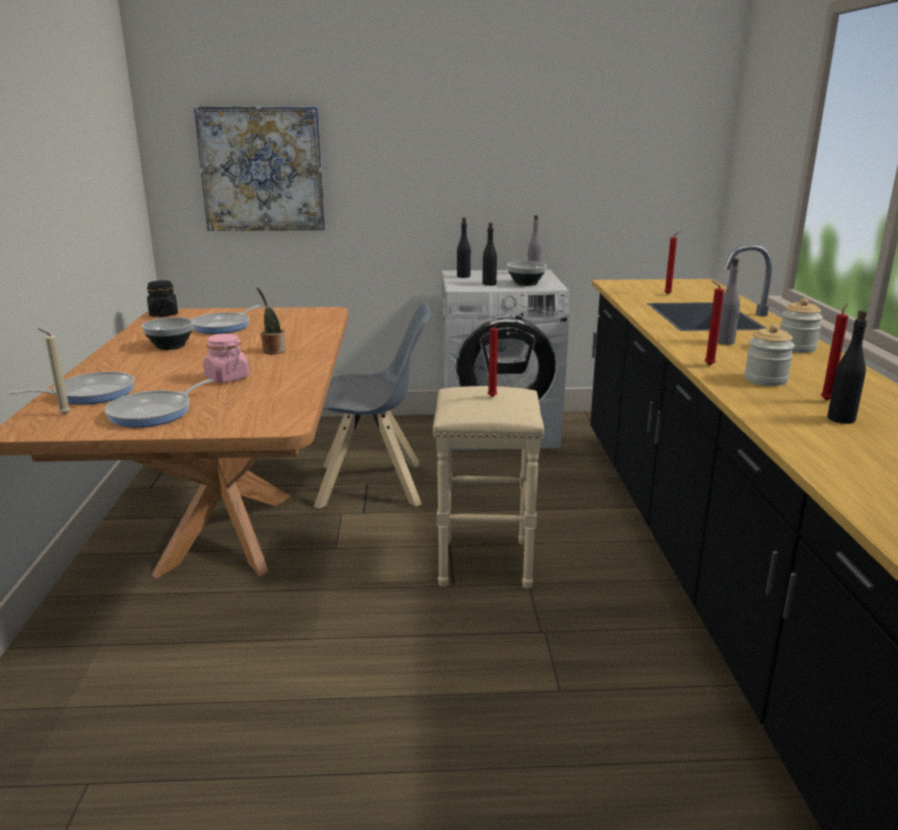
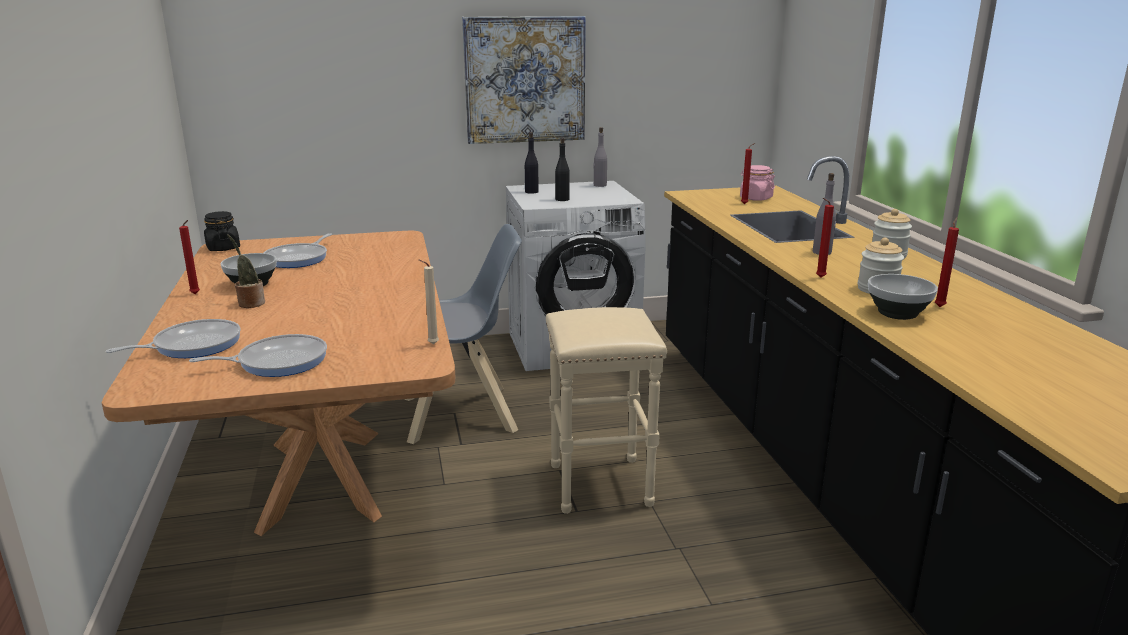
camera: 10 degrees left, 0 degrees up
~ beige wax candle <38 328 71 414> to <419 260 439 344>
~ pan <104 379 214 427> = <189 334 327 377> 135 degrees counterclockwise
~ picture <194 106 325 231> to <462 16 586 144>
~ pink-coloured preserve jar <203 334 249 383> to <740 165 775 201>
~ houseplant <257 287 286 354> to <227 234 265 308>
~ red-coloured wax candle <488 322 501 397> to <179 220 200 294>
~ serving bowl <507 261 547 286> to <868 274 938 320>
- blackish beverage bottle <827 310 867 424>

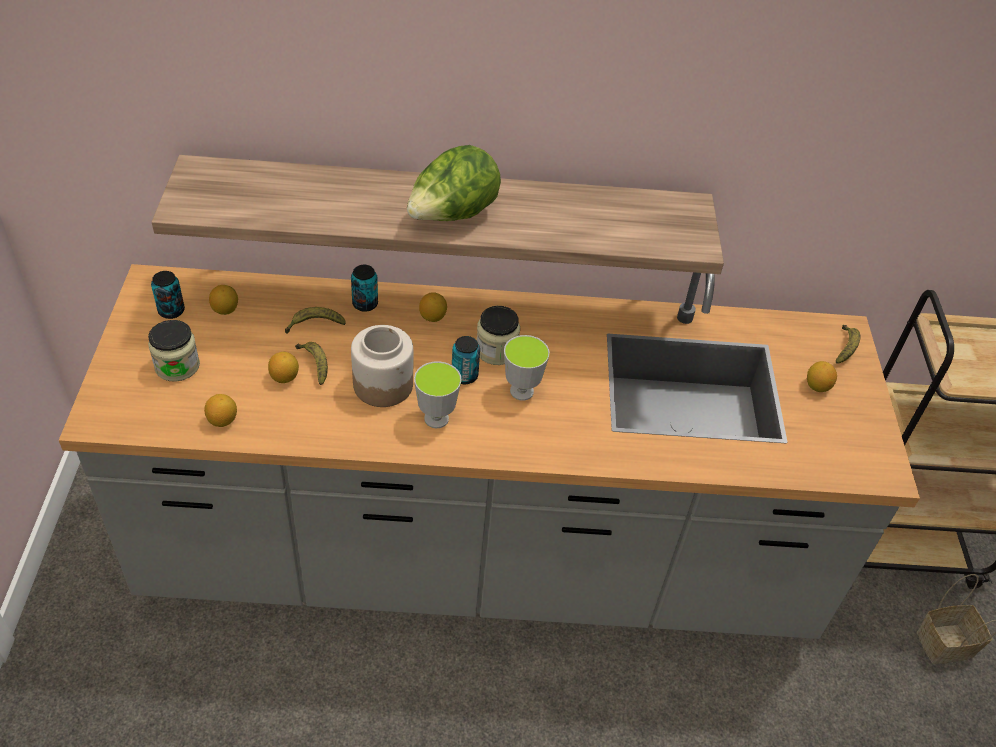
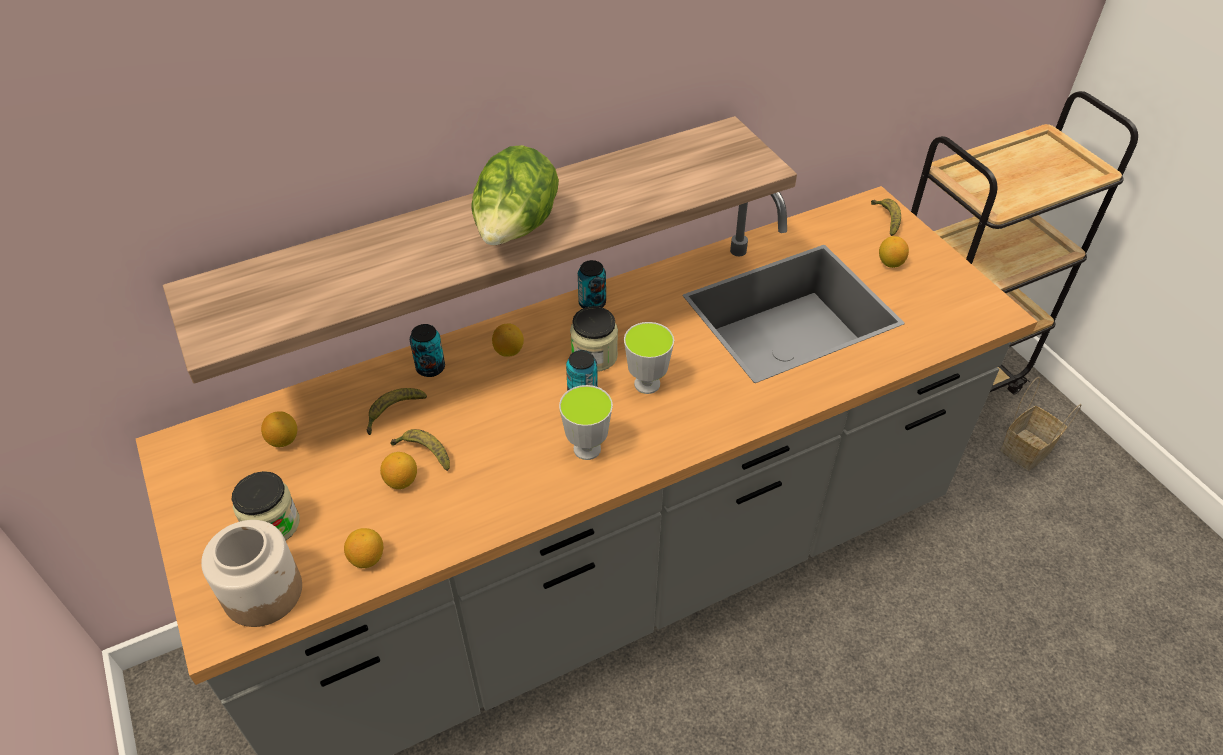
camera: 25 degrees left, 0 degrees up
~ can <151 271 185 319> to <578 260 606 308>
~ preserve jar <351 325 413 407> to <201 520 302 627>

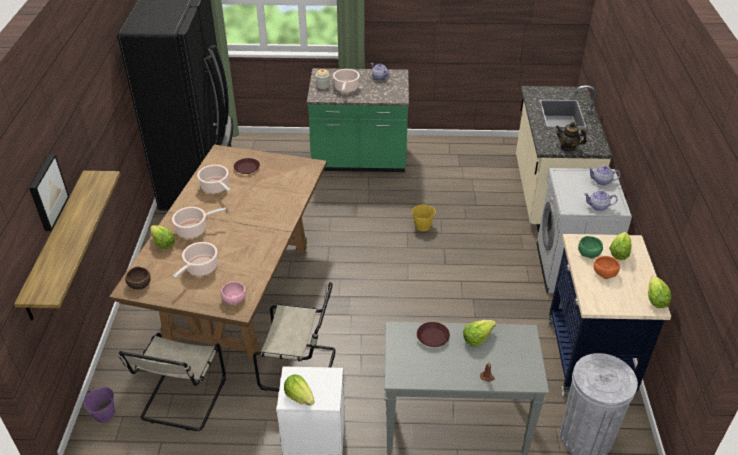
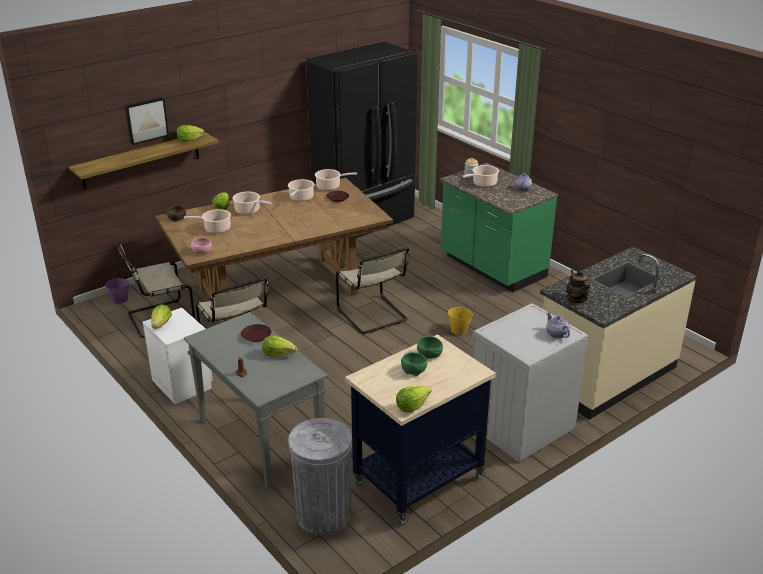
camera: 50 degrees right, 10 degrees down
- pot for tea <584 190 618 211>
~ orangey serving bowl <594 256 620 279> to green-coloured serving bowl <401 352 427 376>
~ lettuce head <609 232 632 260> to <177 125 204 142>
+ stockpot <315 169 357 191>
+ beige plain chair <336 248 410 334>

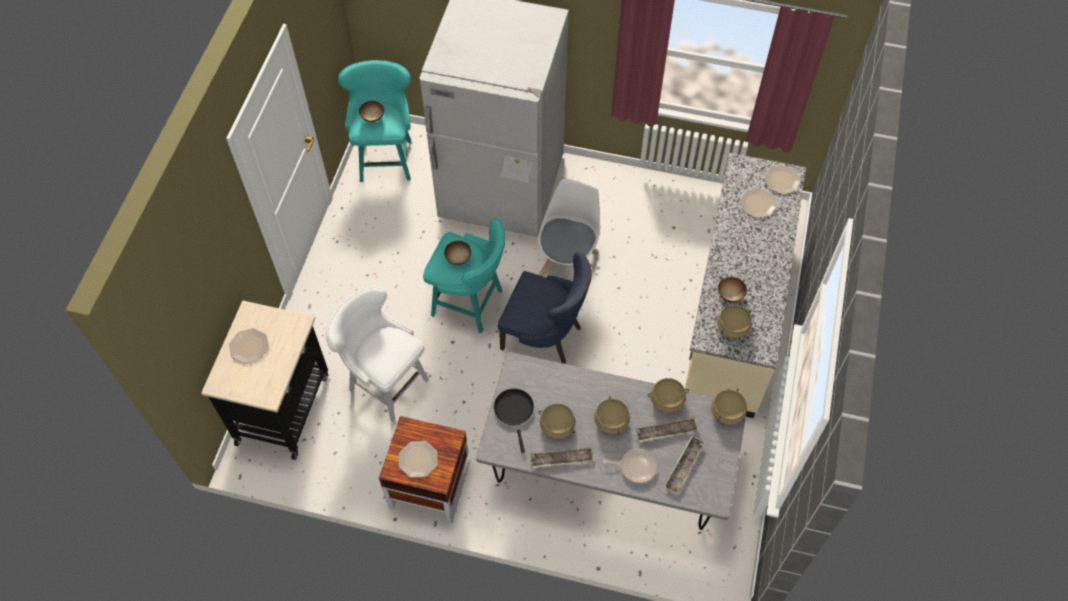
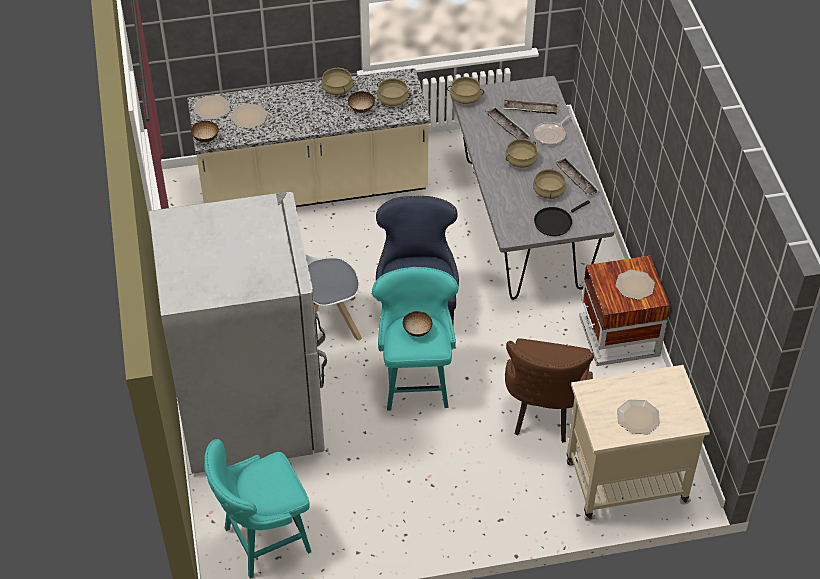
camera: 115 degrees left, 10 degrees down
~ blackish cart <201 300 329 460> to beige cart <567 365 710 521>
~ white-coloured stool <326 286 429 421> to brown-coloured plain chair <505 338 594 443>
~ serving bowl <359 101 384 122> to <191 121 218 143>
~ pan <602 449 657 483> = <534 115 570 145> 120 degrees counterclockwise
~ beige stockpot <648 378 689 413> to <321 68 353 95>

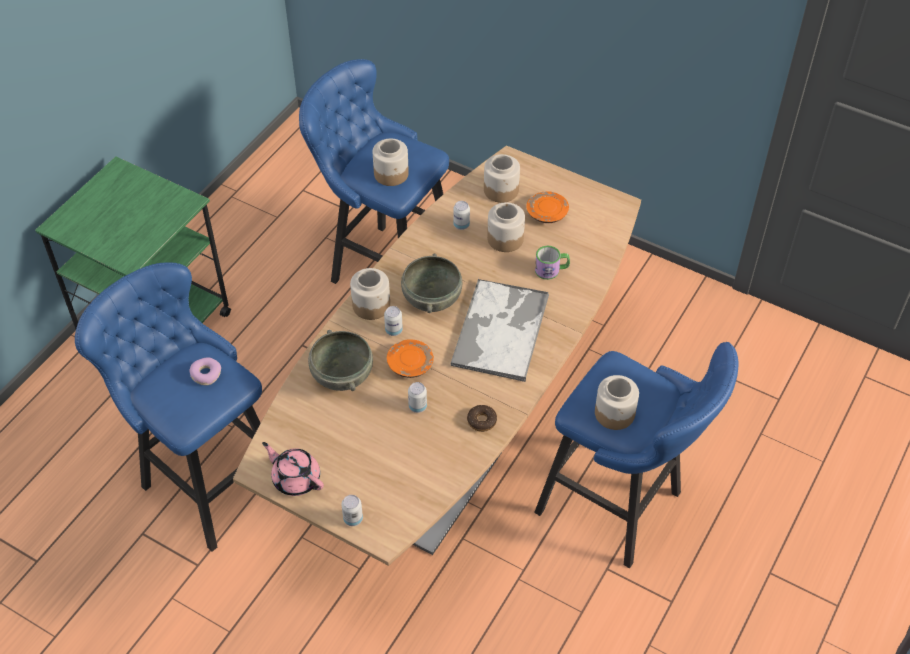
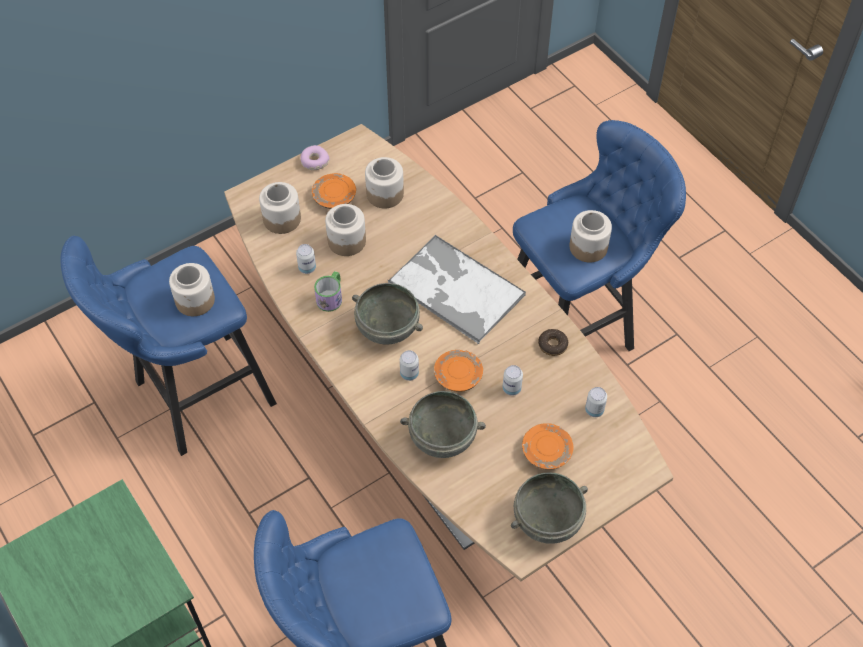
camera: 65 degrees left, 5 degrees up
~ donut <189 357 221 385> to <301 145 330 170>
~ pink-coloured pot for tea <262 442 324 496> to greyish serving bowl <511 472 588 544>
~ can <341 495 363 526> to <585 387 607 417>
~ preserve jar <350 268 390 320> to <365 157 404 208>
~ mug <535 246 570 280> to <314 271 342 312>
+ orangey plate <522 423 574 470>

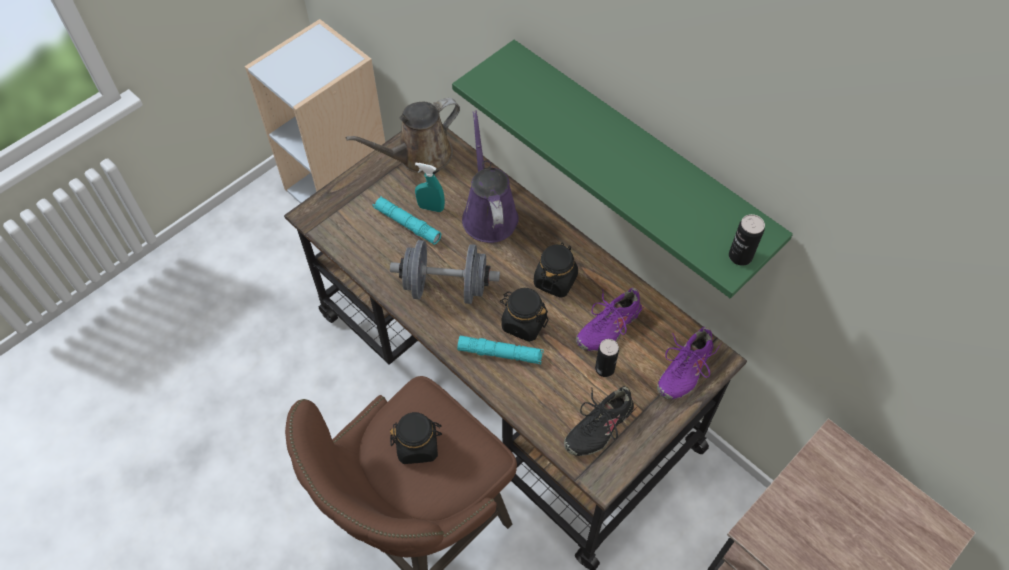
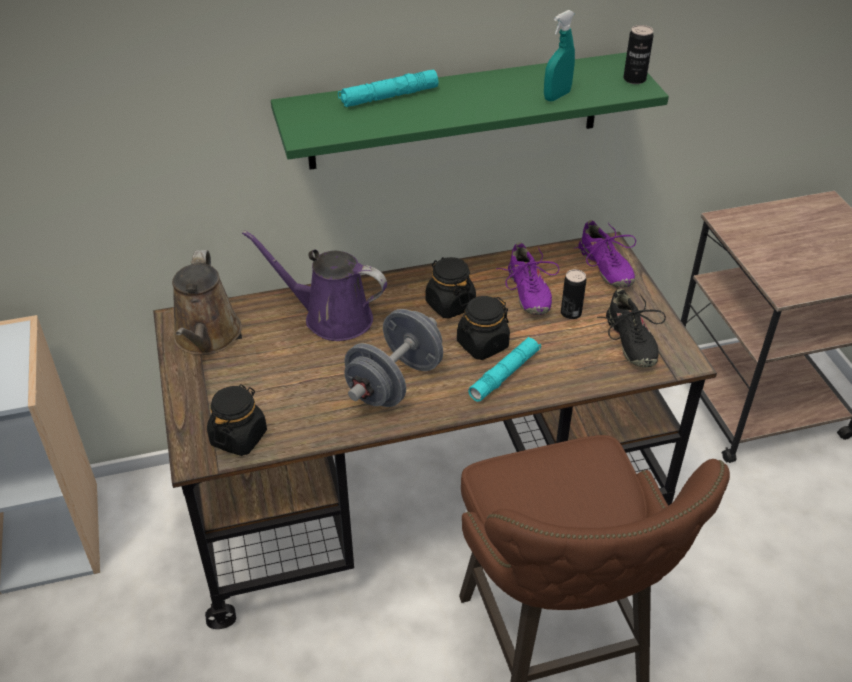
camera: 60 degrees left, 15 degrees down
~ turquoise-coloured flashlight <372 196 442 244> to <338 70 439 107>
~ blackish preserve jar <390 412 442 464> to <207 384 267 456>
~ turquoise-coloured spray bottle <415 163 445 212> to <544 10 575 102>

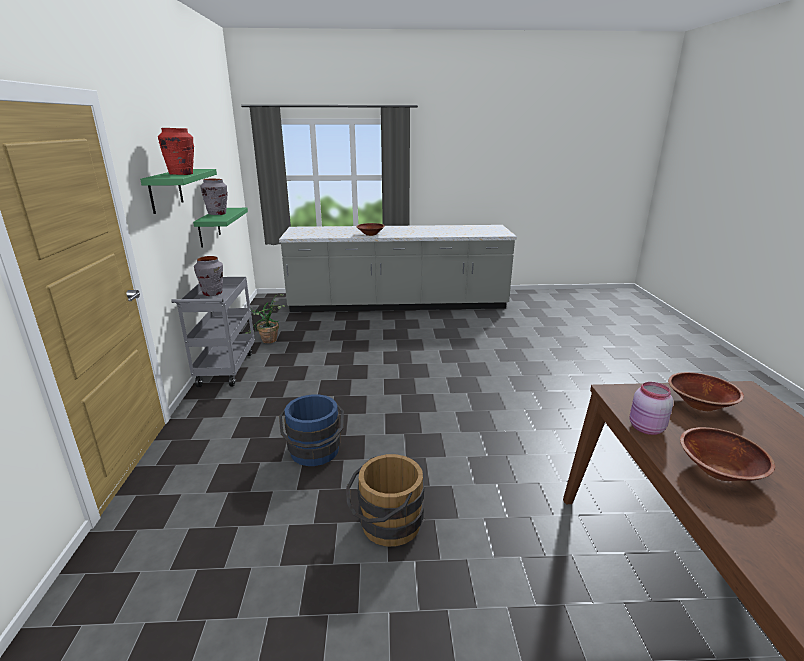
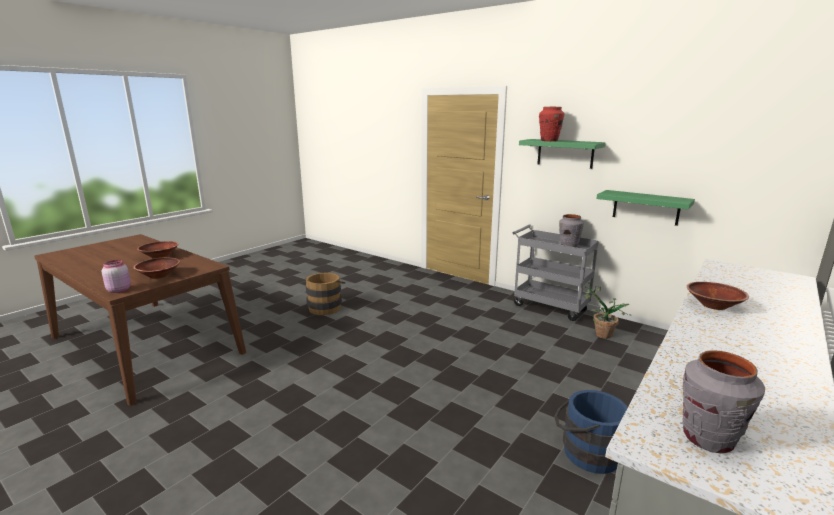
camera: 130 degrees right, 5 degrees down
~ greyish flower vase <200 178 228 215> to <682 350 765 454>
~ bluish pail <279 394 344 466> to <554 390 628 474>
~ pink-coloured preserve jar <629 382 673 435> to <102 260 131 293>

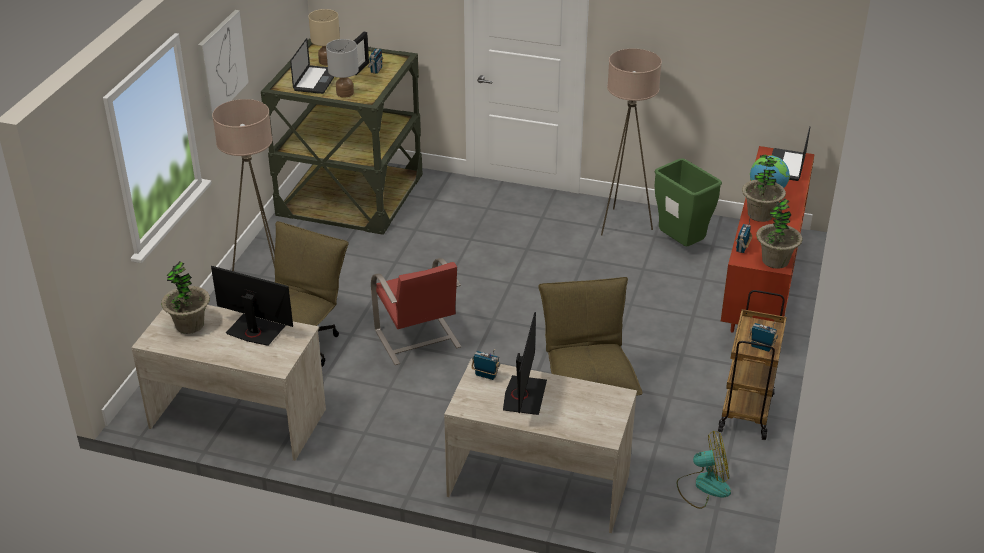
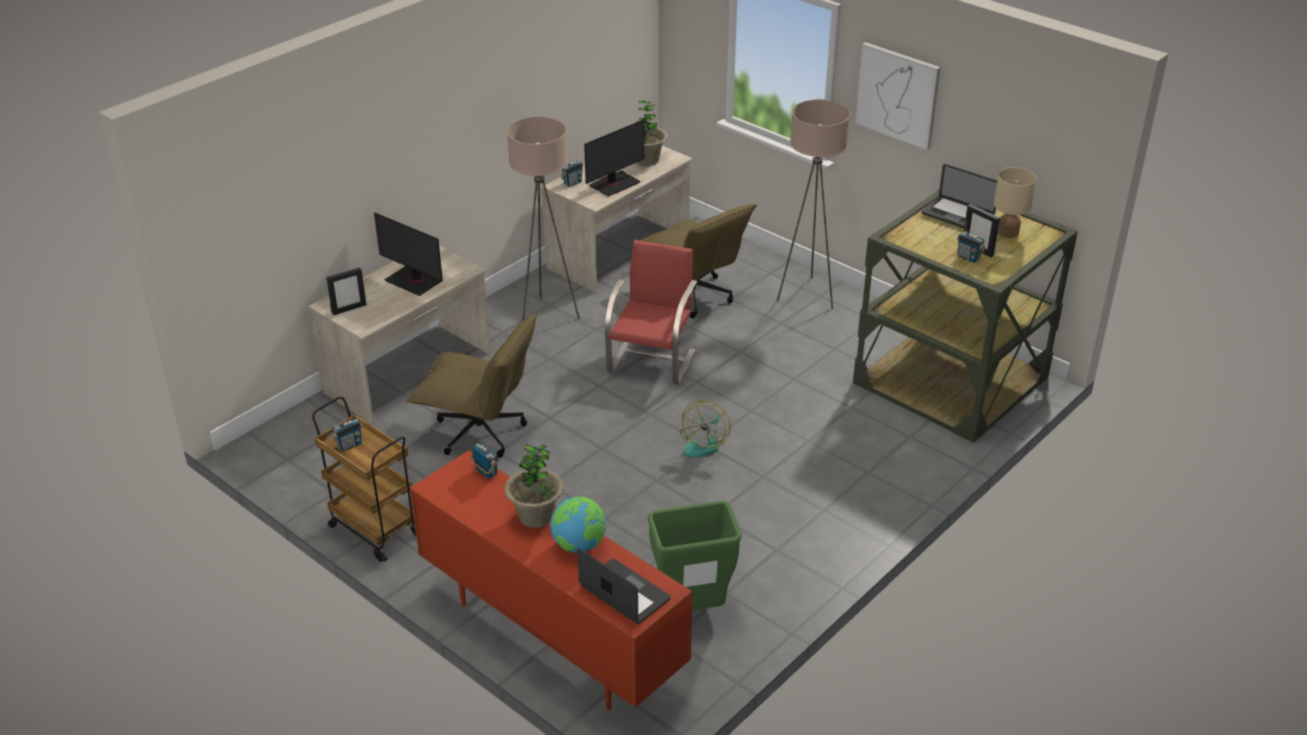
camera: 115 degrees right, 0 degrees up
- greyish table lamp <326 39 359 98>
~ red-coloured plain chair <371 258 461 365> = <605 240 697 385> 105 degrees clockwise
~ radio receiver <471 349 500 380> to <560 161 583 187>
~ beige standing lamp <601 49 662 236> to <507 117 580 321>
~ fan <676 431 731 509> to <680 401 731 457>
- houseplant <756 198 802 269>
+ standing frame <326 267 367 315>

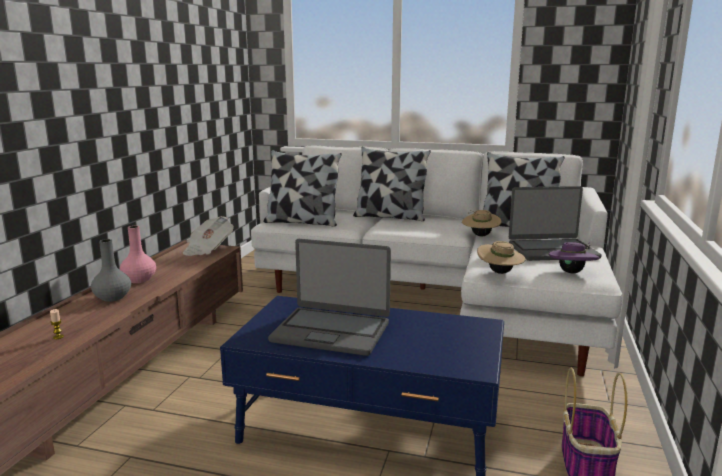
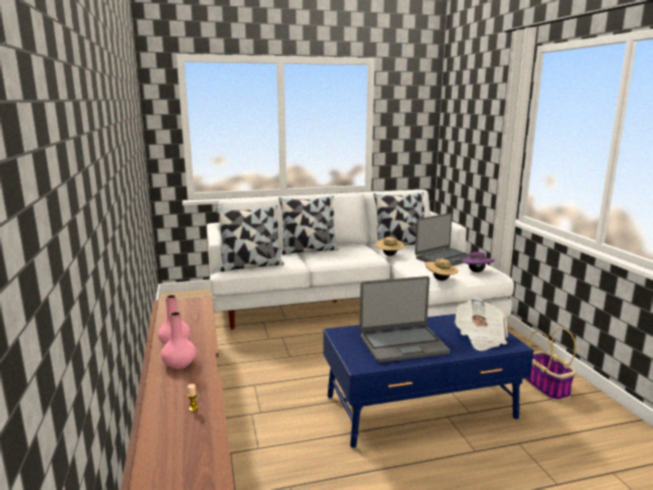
camera: 30 degrees left, 0 degrees up
~ greyish flower vase <91 239 131 302> to pink-coloured flower vase <161 312 196 369>
~ newspaper <183 216 234 256> to <454 298 508 351>

